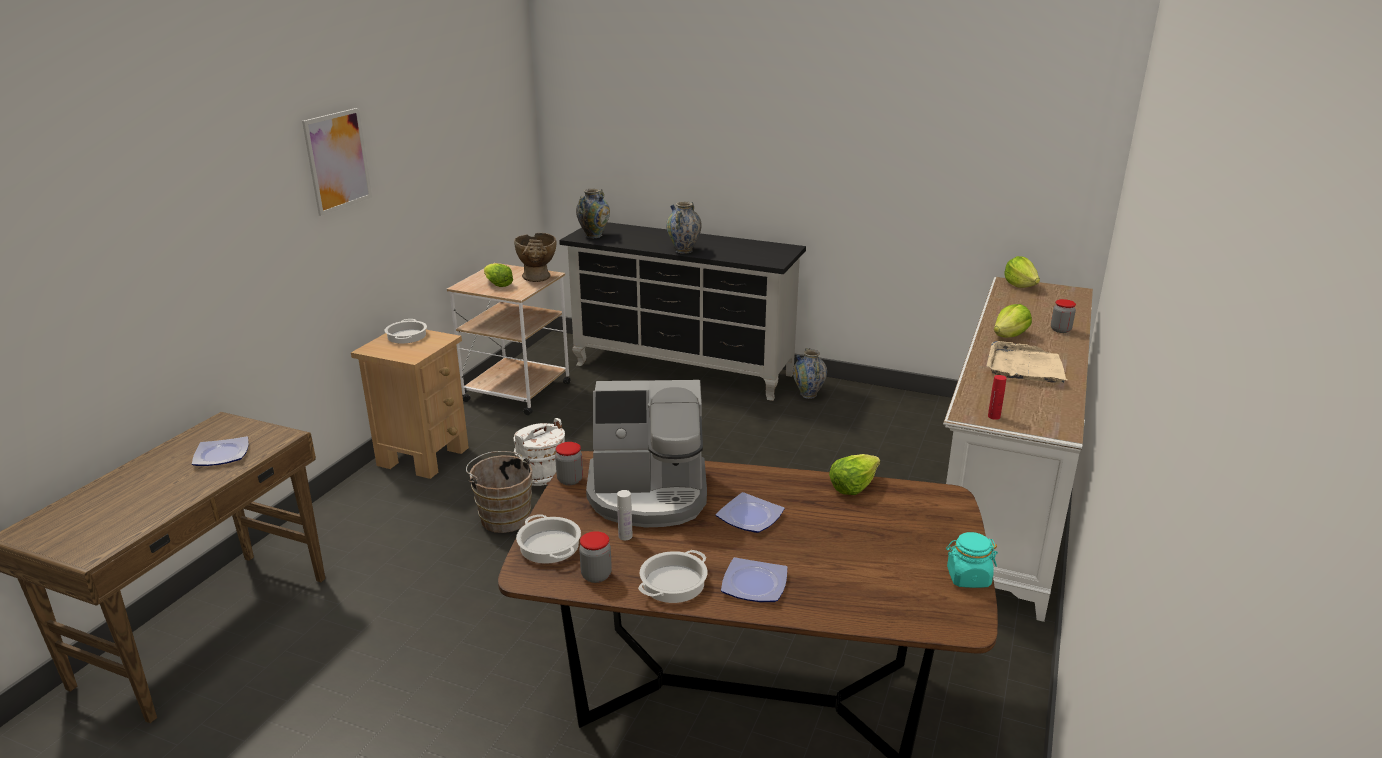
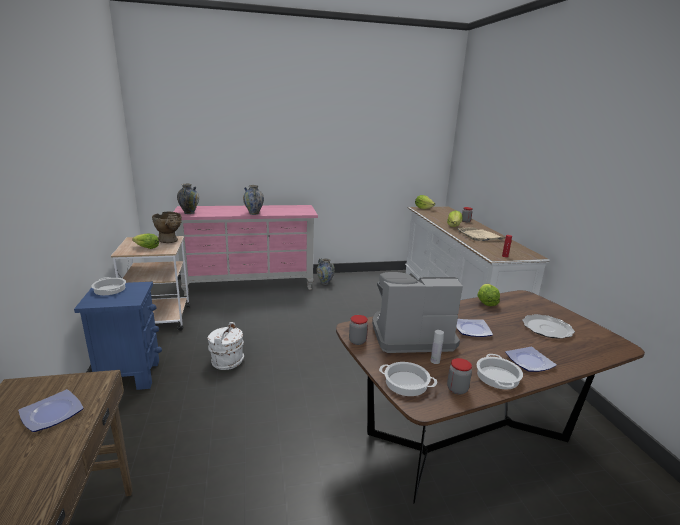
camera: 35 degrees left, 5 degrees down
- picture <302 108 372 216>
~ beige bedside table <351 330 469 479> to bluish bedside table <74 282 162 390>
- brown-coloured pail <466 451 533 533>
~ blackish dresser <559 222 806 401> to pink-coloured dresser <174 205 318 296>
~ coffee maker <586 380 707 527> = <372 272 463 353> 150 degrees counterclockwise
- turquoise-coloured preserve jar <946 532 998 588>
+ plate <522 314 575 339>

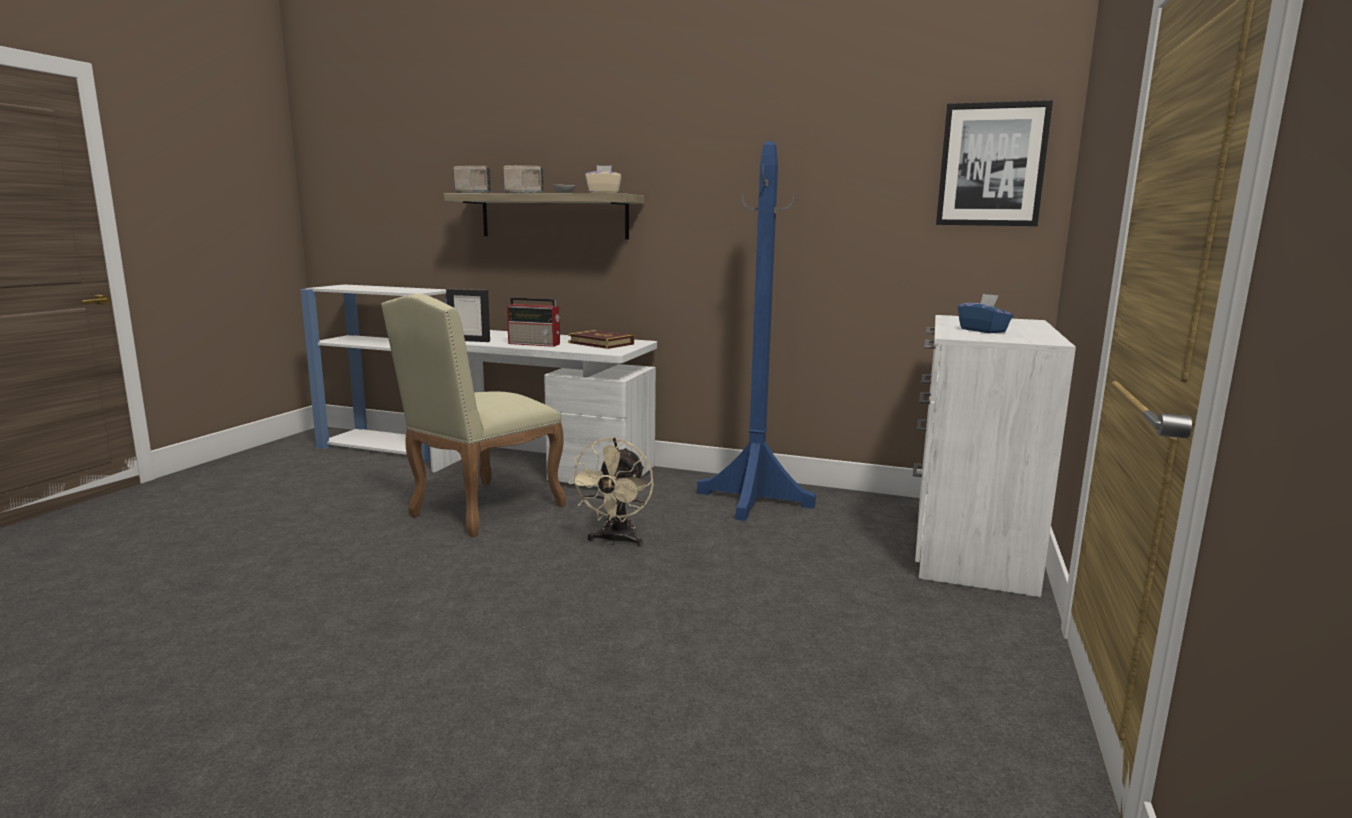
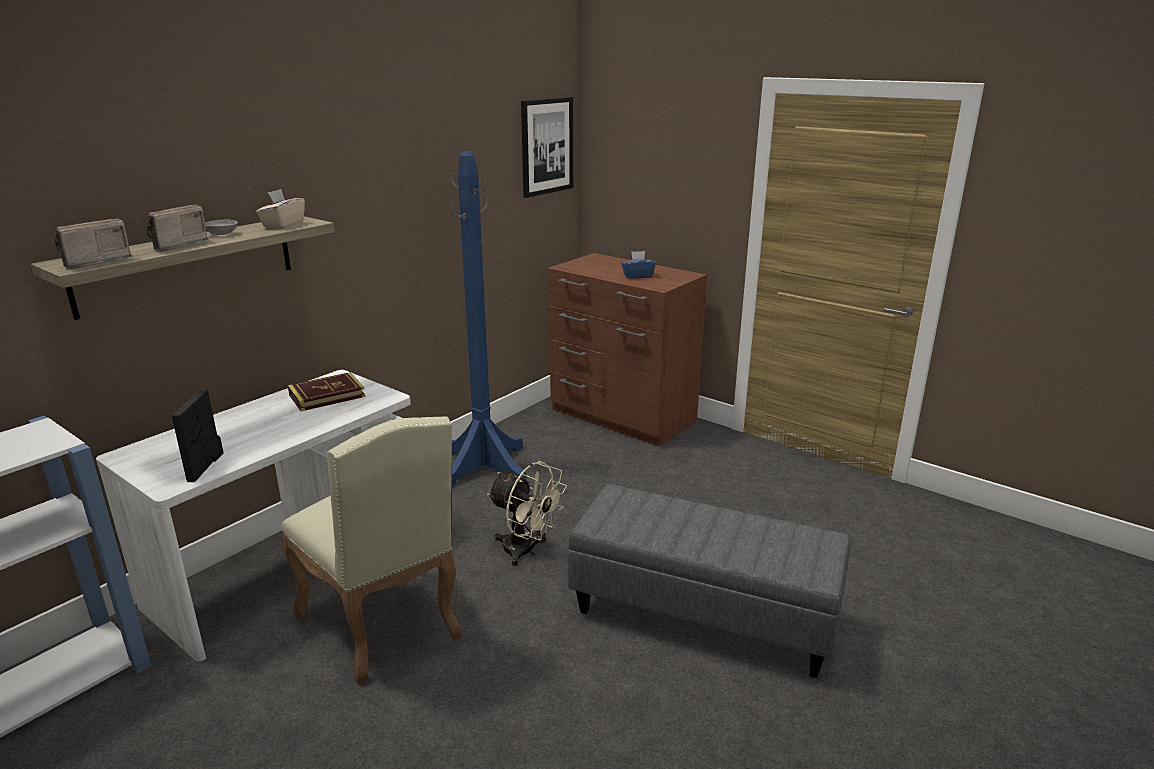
camera: 70 degrees left, 10 degrees up
~ standing frame <446 289 490 342> = <172 390 224 482> 150 degrees clockwise
- radio receiver <507 297 560 347>
~ white-coloured dresser <913 315 1076 597> to brown-coloured dresser <547 253 707 447>
+ greyish ottoman <568 484 850 678>

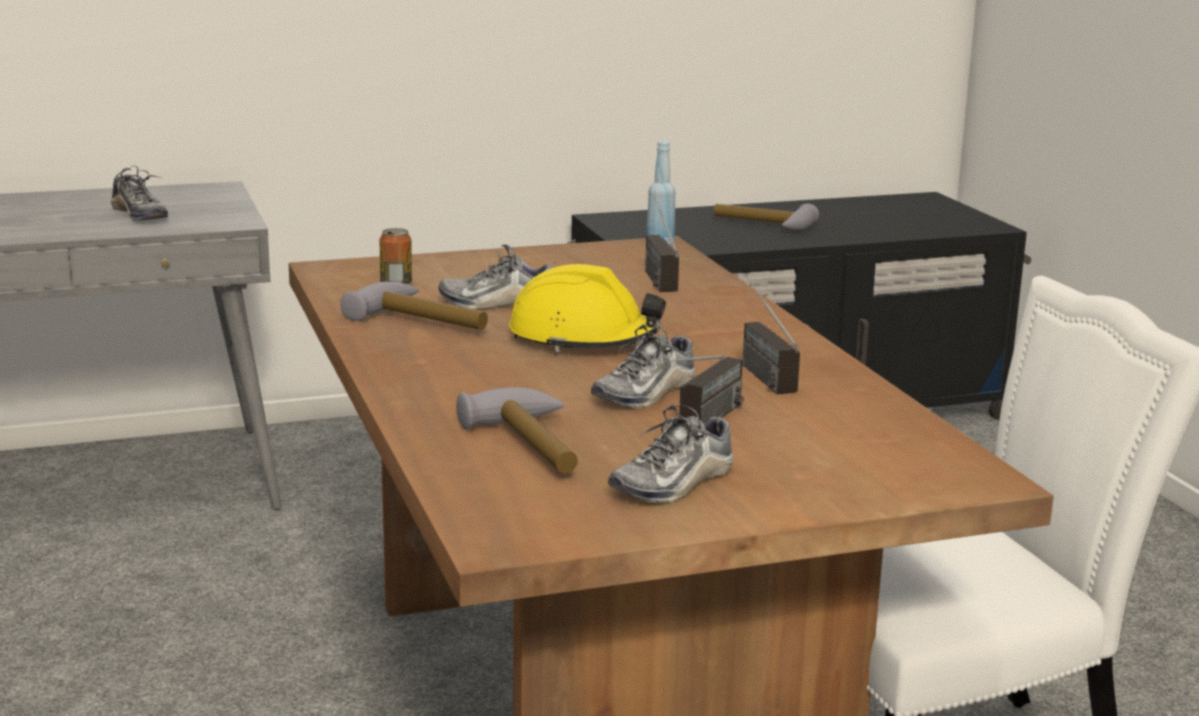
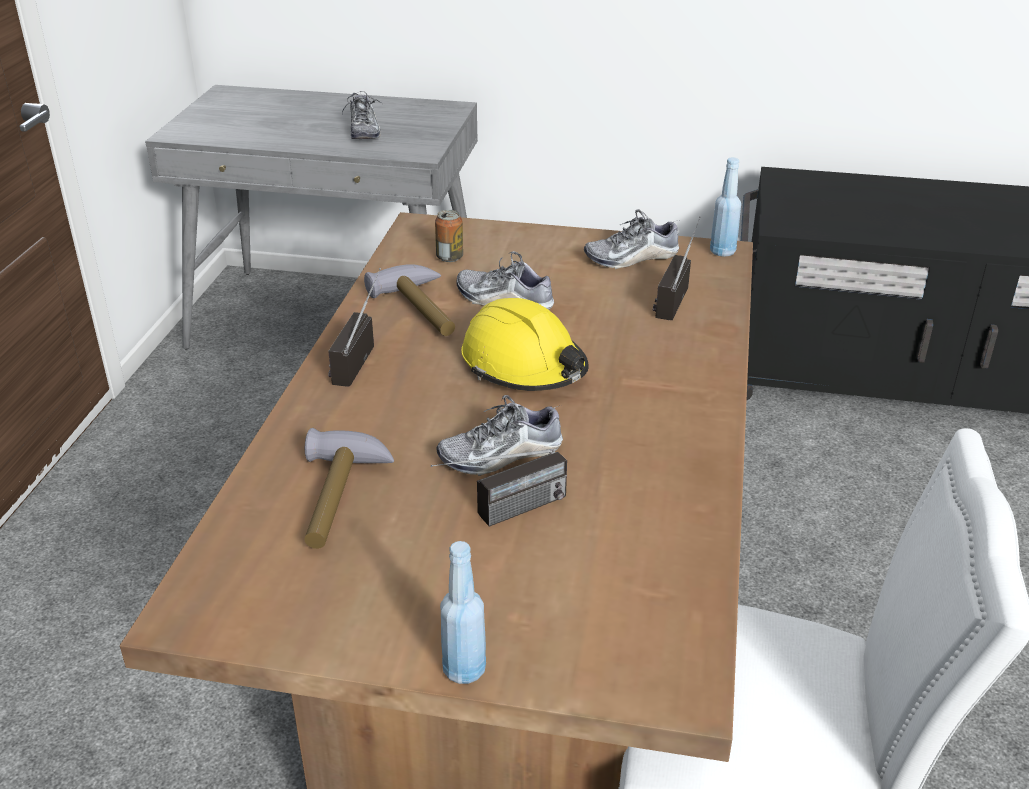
camera: 30 degrees right, 15 degrees up
~ shoe <608 404 733 503> to <584 209 679 269>
- tool hammer <714 203 819 230>
~ radio receiver <742 275 800 394> to <328 268 381 387>
+ bluish beverage bottle <440 541 486 684>

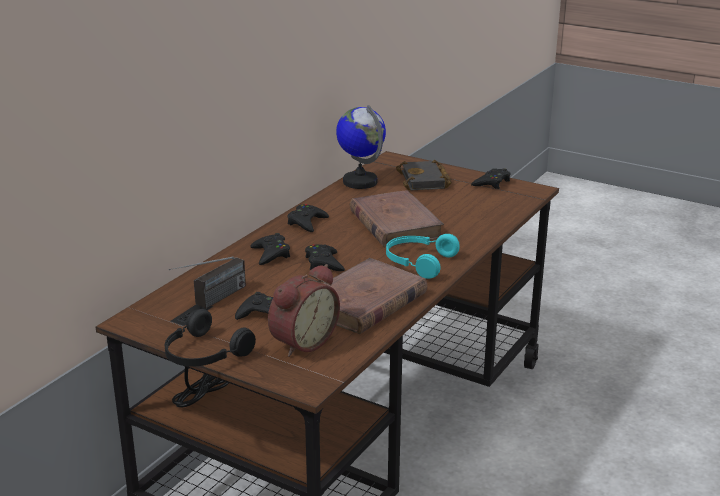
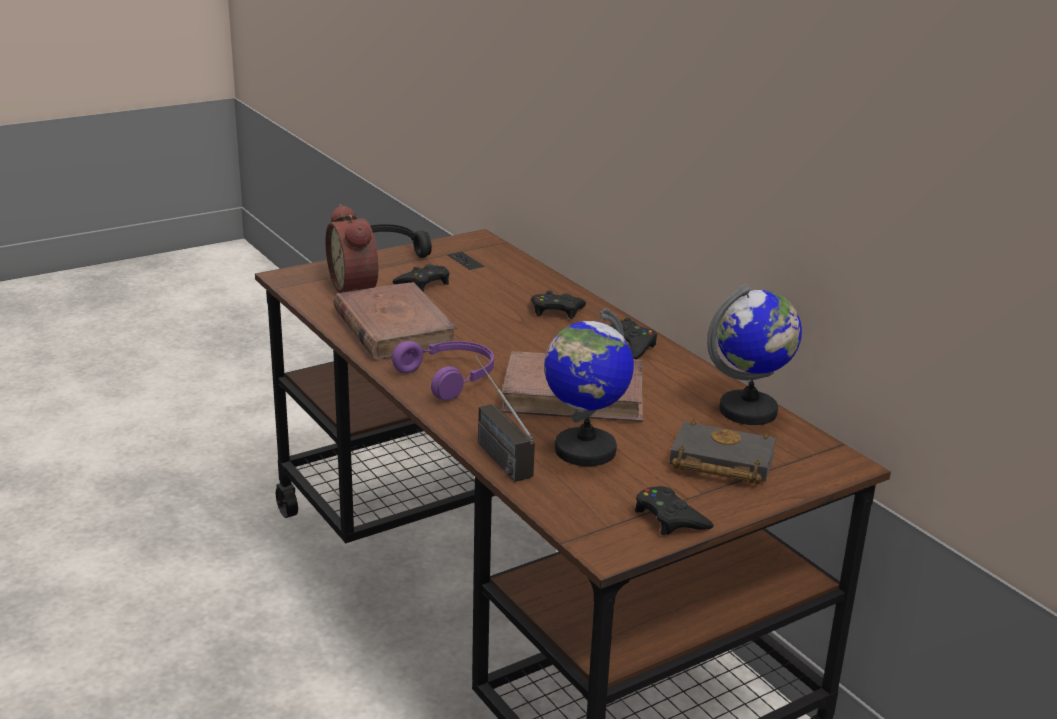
camera: 115 degrees right, 0 degrees up
~ radio receiver <168 257 246 308> to <475 356 535 482>
- blackish gamepad <305 244 345 271>
~ turquoise-coloured headphones <386 234 460 279> to purplish headphones <392 341 494 400>
+ desk globe <544 308 634 466>

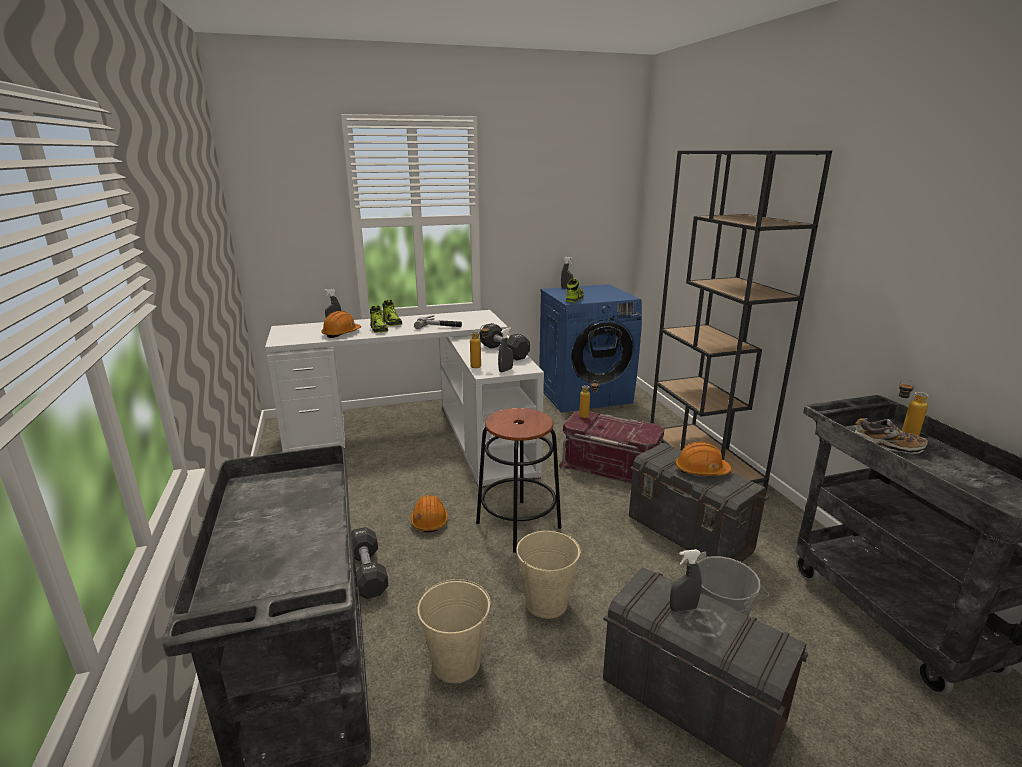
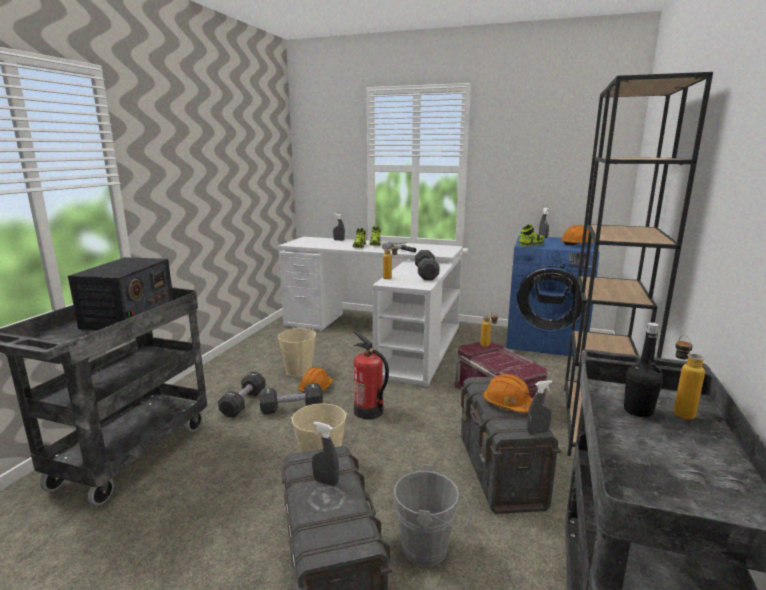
camera: 35 degrees right, 5 degrees down
~ orangey work helmet <321 311 361 338> to <561 225 594 245>
~ beige pail <417 579 490 684> to <278 327 316 377>
~ blackish stool <476 408 561 553> to fire extinguisher <354 331 389 419>
~ greyish spray bottle <498 327 513 372> to <527 380 553 435>
~ shoe <855 418 928 454> to blackish beverage bottle <624 322 663 418>
+ radio receiver <68 257 174 330>
+ blackish dumbbell <259 383 323 414>

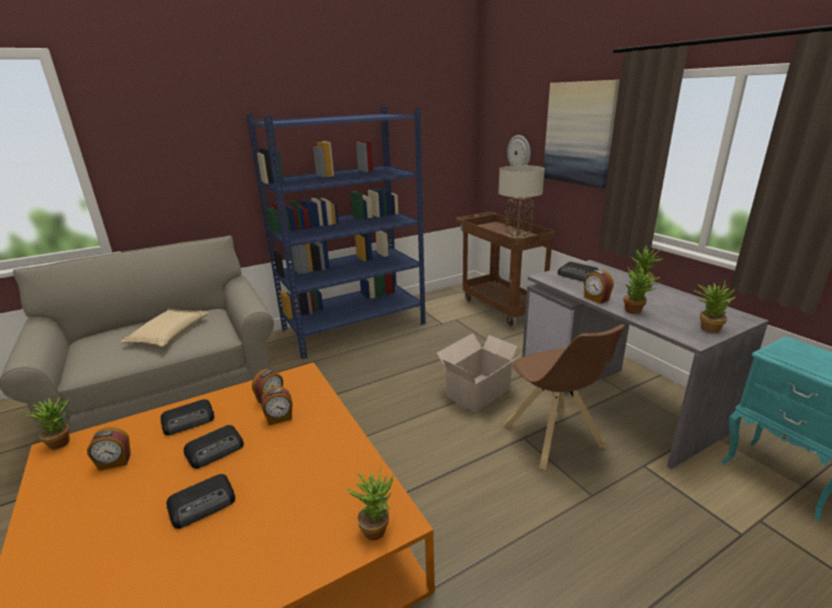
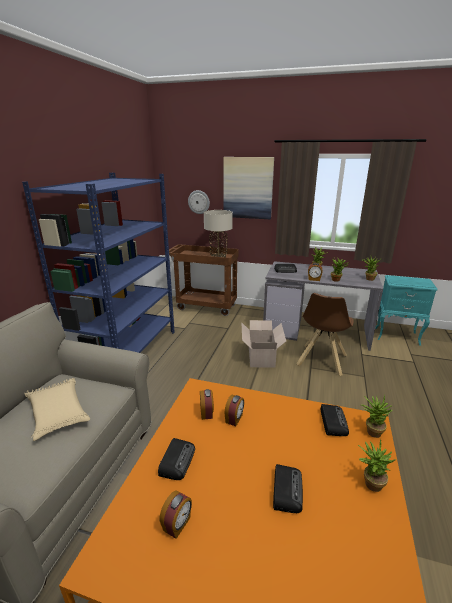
camera: 45 degrees left, 0 degrees up
~ houseplant <20 396 70 450> to <358 439 396 492>
~ radio receiver <183 425 244 469> to <321 404 349 436>
~ brown-coloured plain chair <503 324 625 470> = <296 293 354 376> 90 degrees clockwise

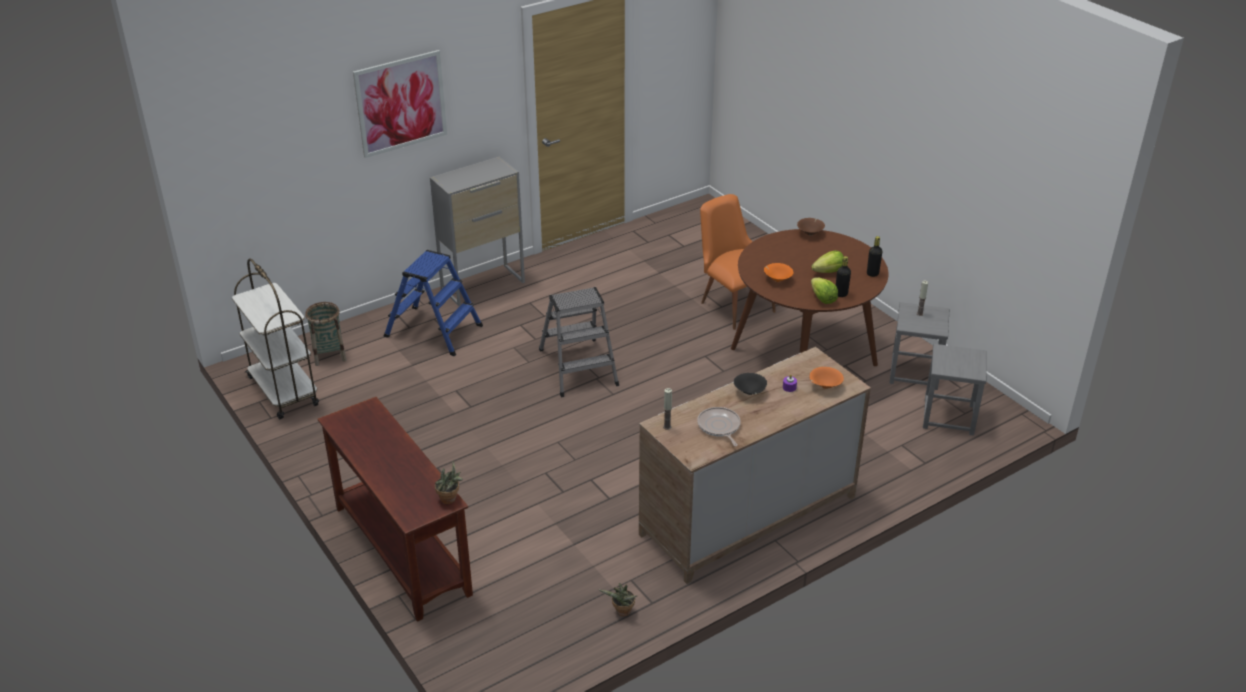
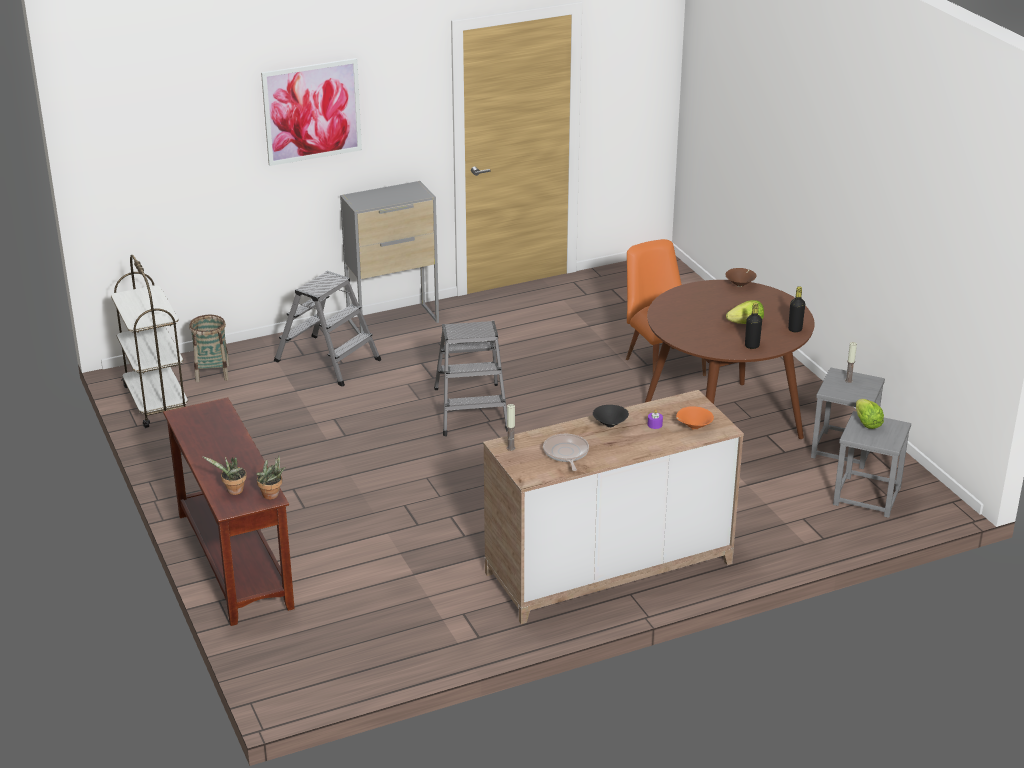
camera: 10 degrees right, 5 degrees down
~ bluish step stool <384 250 483 356> to greyish step stool <274 271 381 386>
~ houseplant <599 583 637 617> to <202 456 246 495>
- orangey serving bowl <764 263 794 282>
~ lettuce head <811 277 838 304> to <856 399 884 429>

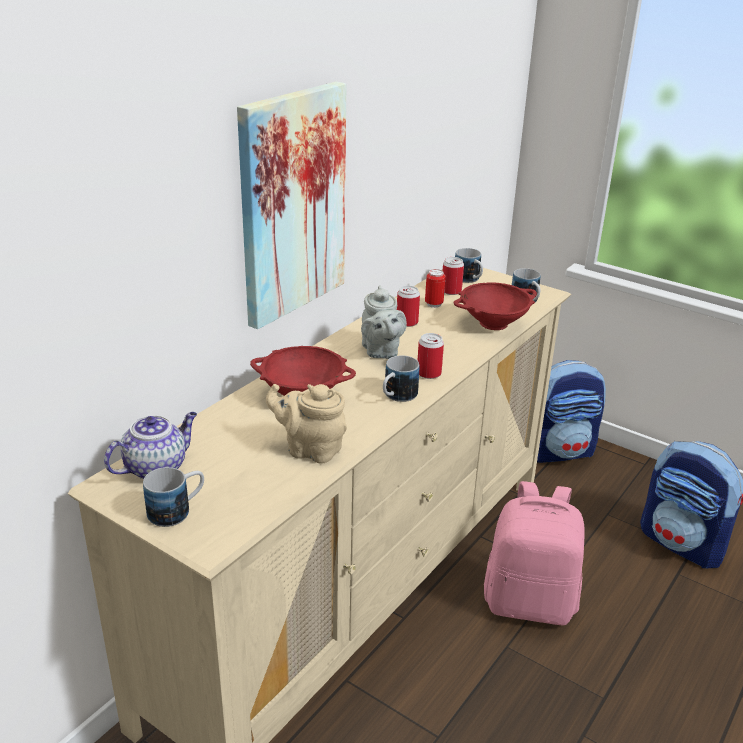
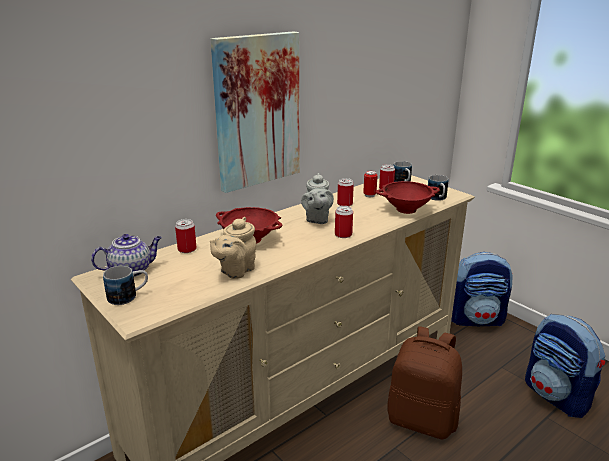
camera: 15 degrees right, 5 degrees down
~ beige pot for tea <266 384 347 464> = <210 217 256 279> 90 degrees counterclockwise
- mug <383 355 419 402>
~ pink-coloured backpack <484 481 585 625> to brown-coloured backpack <388 326 462 439>
+ can <175 219 197 253>

